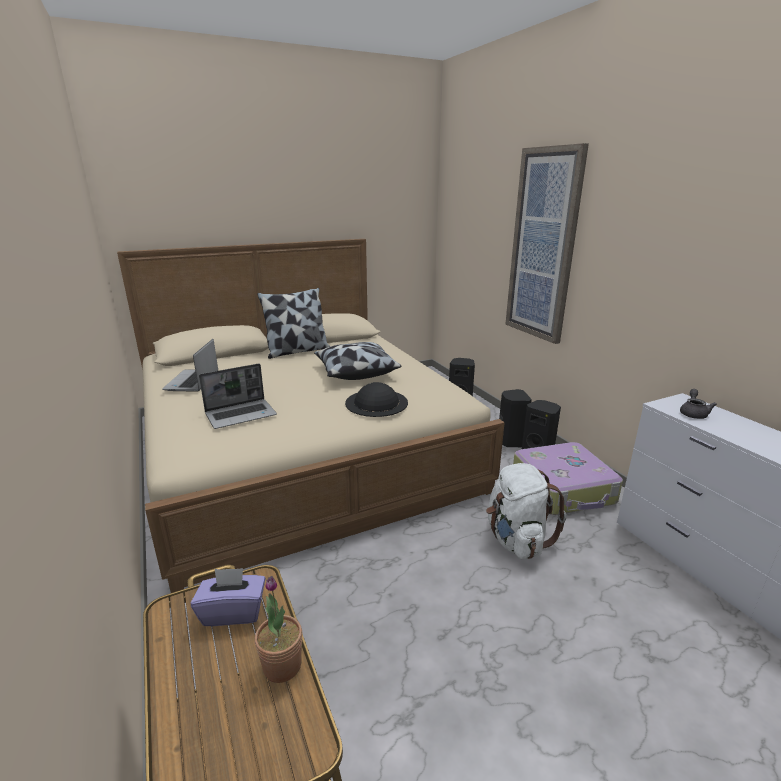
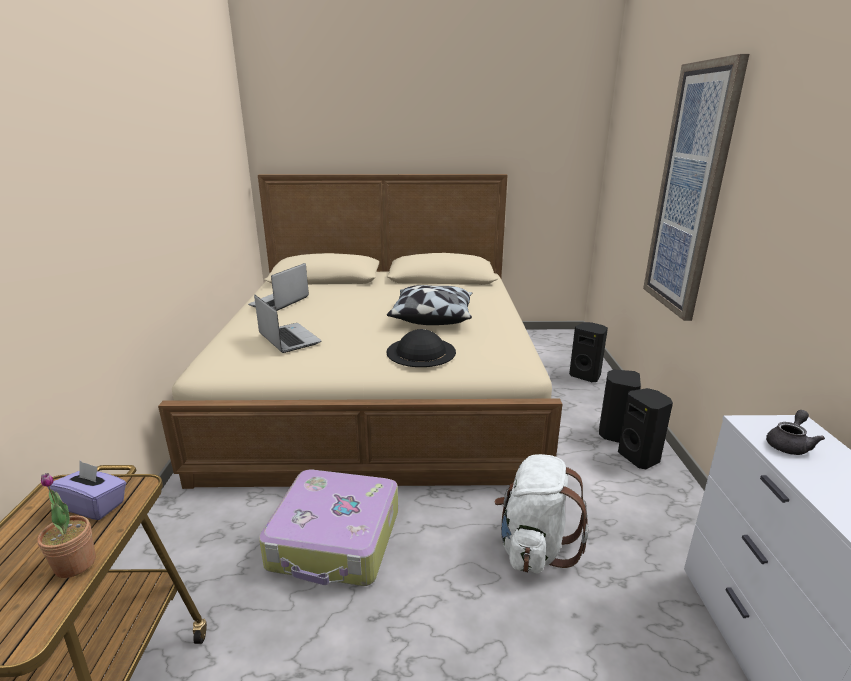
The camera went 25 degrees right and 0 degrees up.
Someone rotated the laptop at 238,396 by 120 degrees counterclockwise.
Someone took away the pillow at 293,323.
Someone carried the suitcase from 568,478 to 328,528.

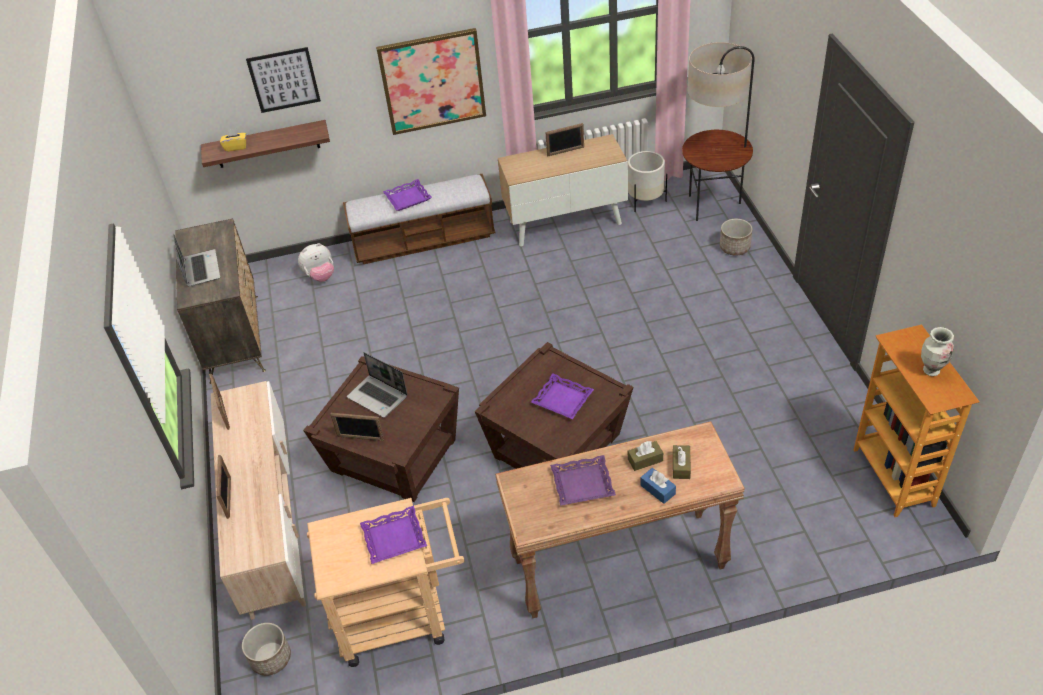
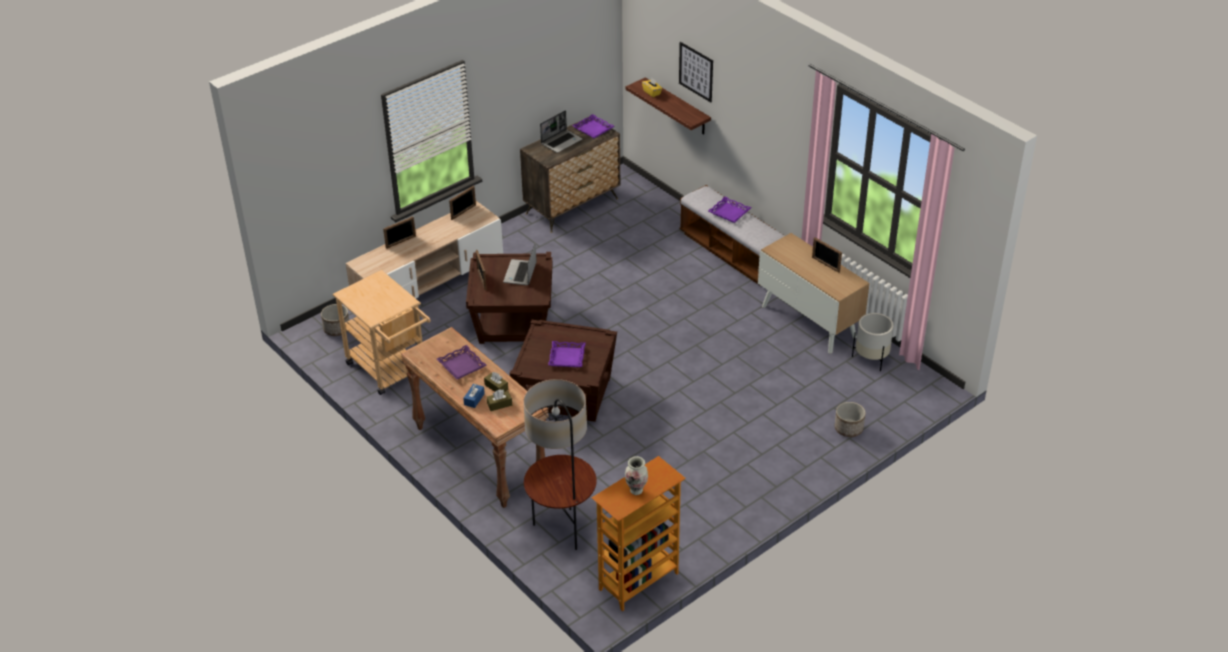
The camera went 60 degrees right and 5 degrees down.
Someone took away the plush toy at 316,262.
Someone carried the purple tray from 393,535 to 593,126.
Someone took away the picture at 431,81.
Someone carried the floor lamp from 718,131 to 560,464.

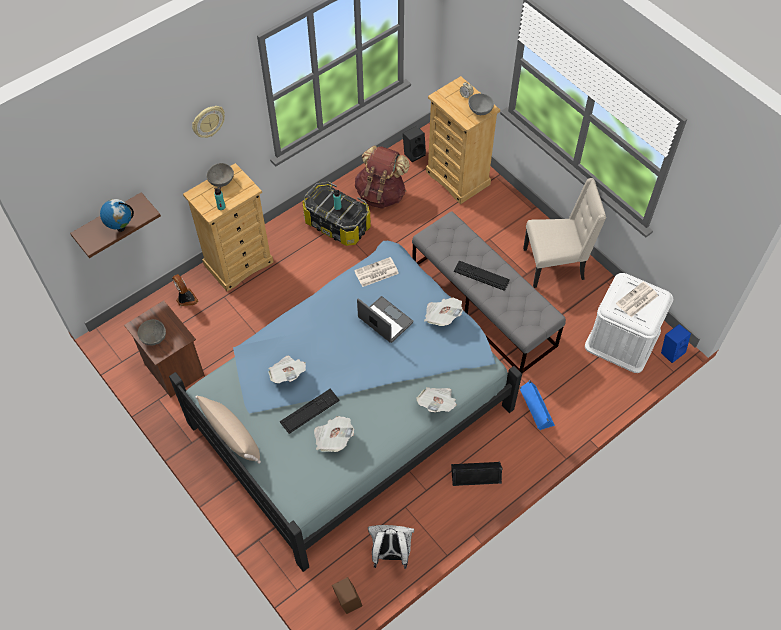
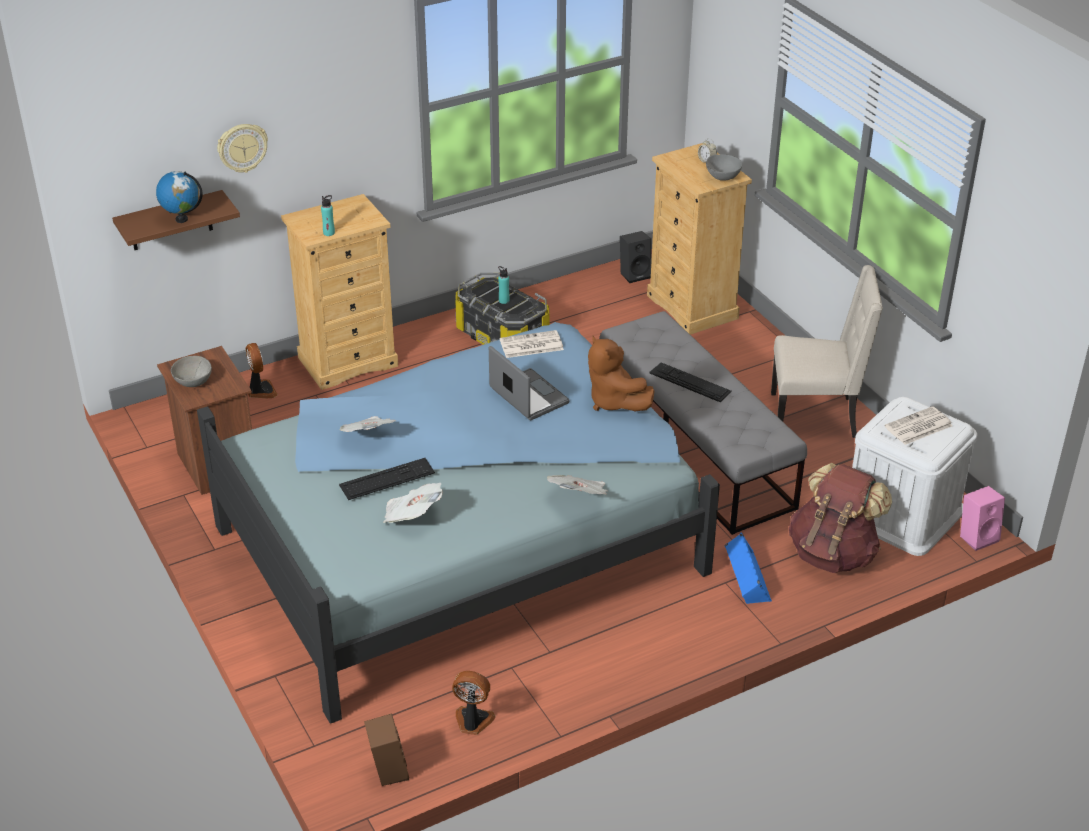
The camera went 10 degrees right and 20 degrees down.
Someone carried the wall clock from 208,122 to 242,148.
Someone took away the beige pillow at 228,430.
Someone took away the grey bowl at 220,175.
Someone carried the brown backpack from 382,177 to 840,518.
Someone swapped the white backpack at 391,547 for the fan at 473,703.
Someone swapped the newspaper at 443,311 for the brown plush toy at 621,373.
Someone took away the black speaker at 476,474.
Someone repainted the blue speaker at 676,343, which became the pink speaker at 982,518.

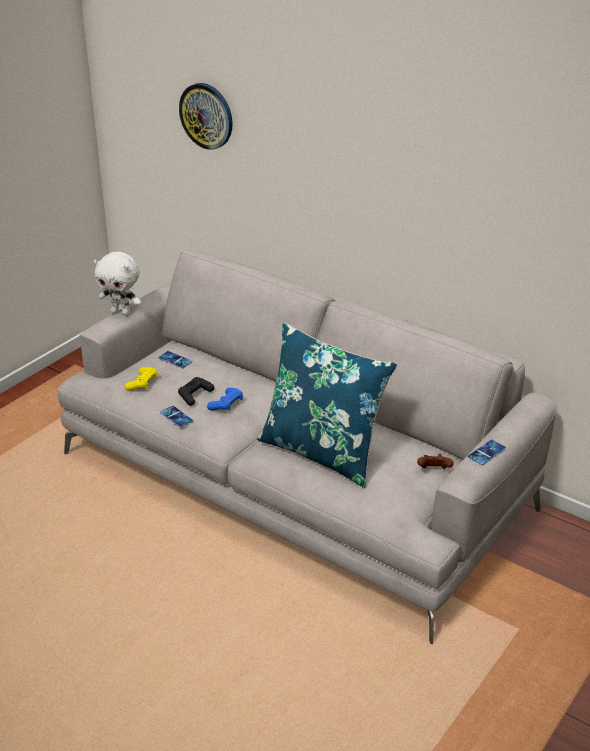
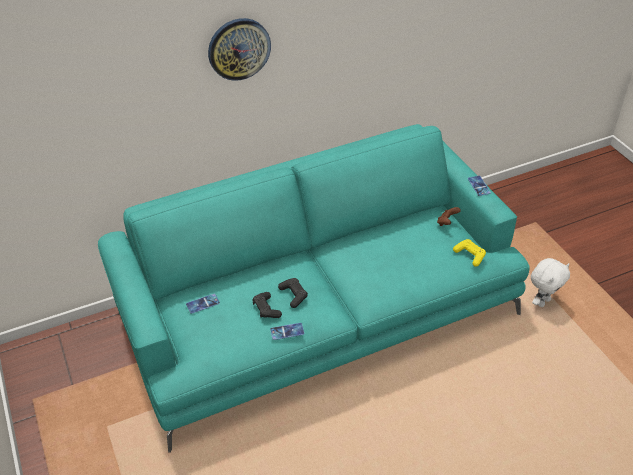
The camera went 60 degrees left and 10 degrees up.
Someone repainted the grey sofa at 307,447, which became the turquoise sofa at 314,288.
Someone carried the white plush toy from 118,284 to 550,282.
Someone carried the yellow game controller from 141,379 to 469,253.
Someone carried the wall clock from 206,116 to 239,49.
Someone repainted the blue game controller at 225,399, which became the black game controller at 293,293.
Someone took away the blue pillow at 327,405.

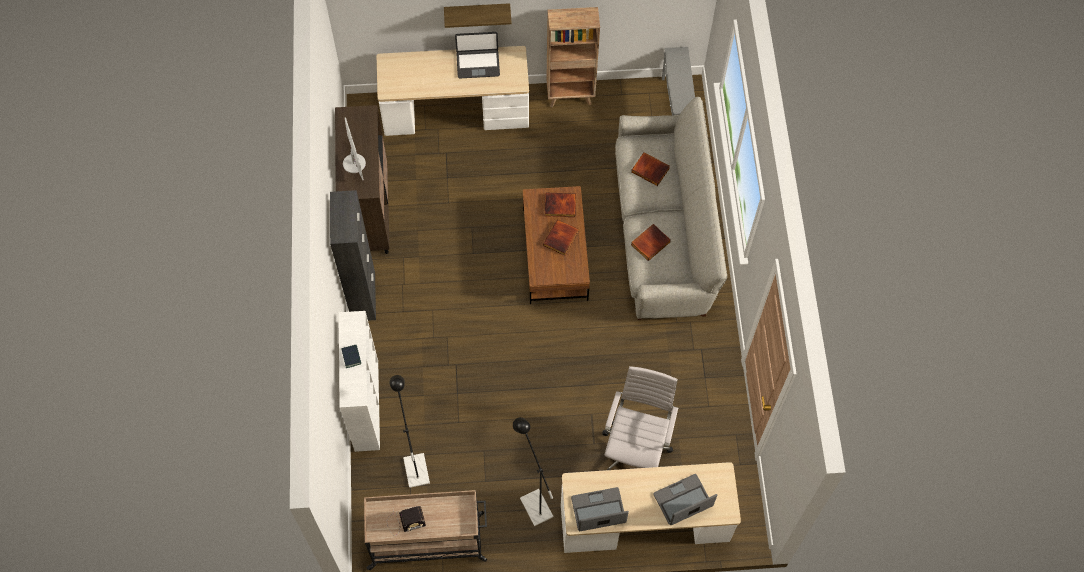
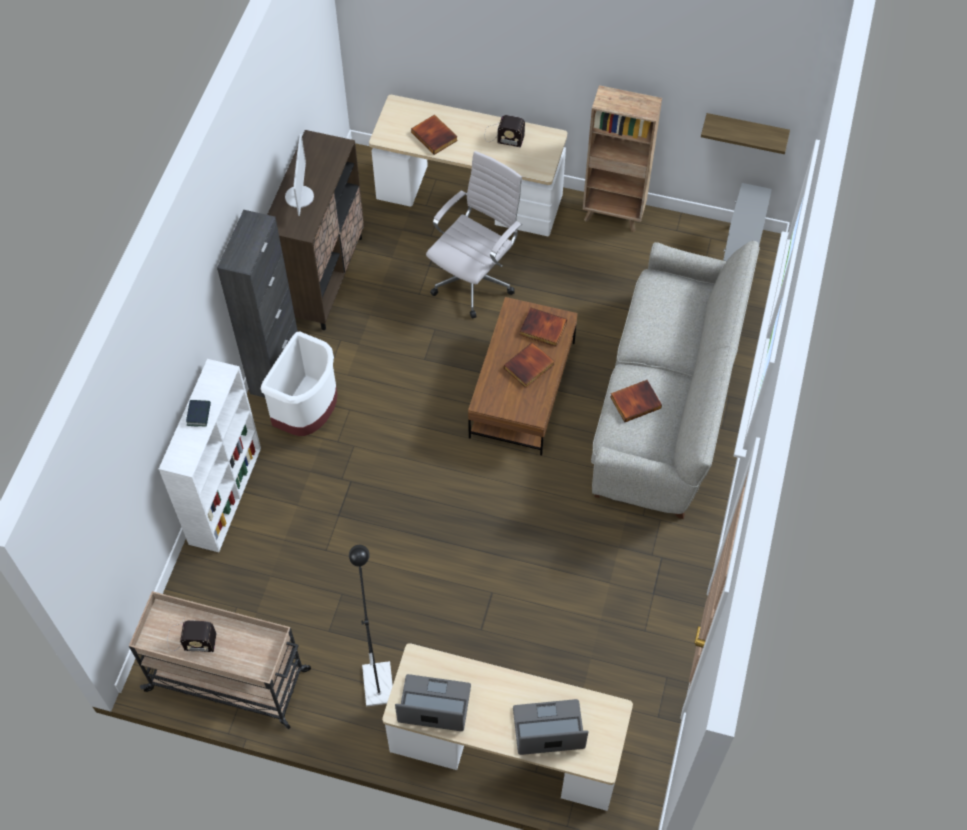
The camera went 20 degrees right and 5 degrees down.
Someone took away the black floor lamp at 410,431.
Someone carried the shelf from 478,15 to 745,133.
Someone swapped the laptop at 477,55 for the radio at 505,131.
Someone carried the white office chair from 640,418 to 474,235.
Someone carried the book from 650,169 to 434,135.
Someone put down the white trash can at 299,383.

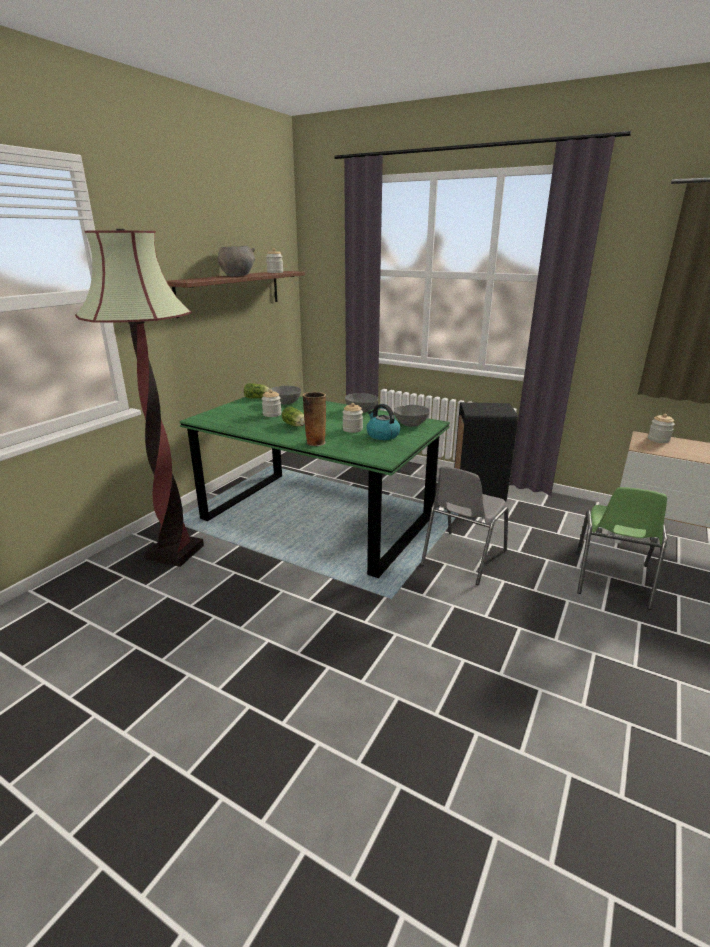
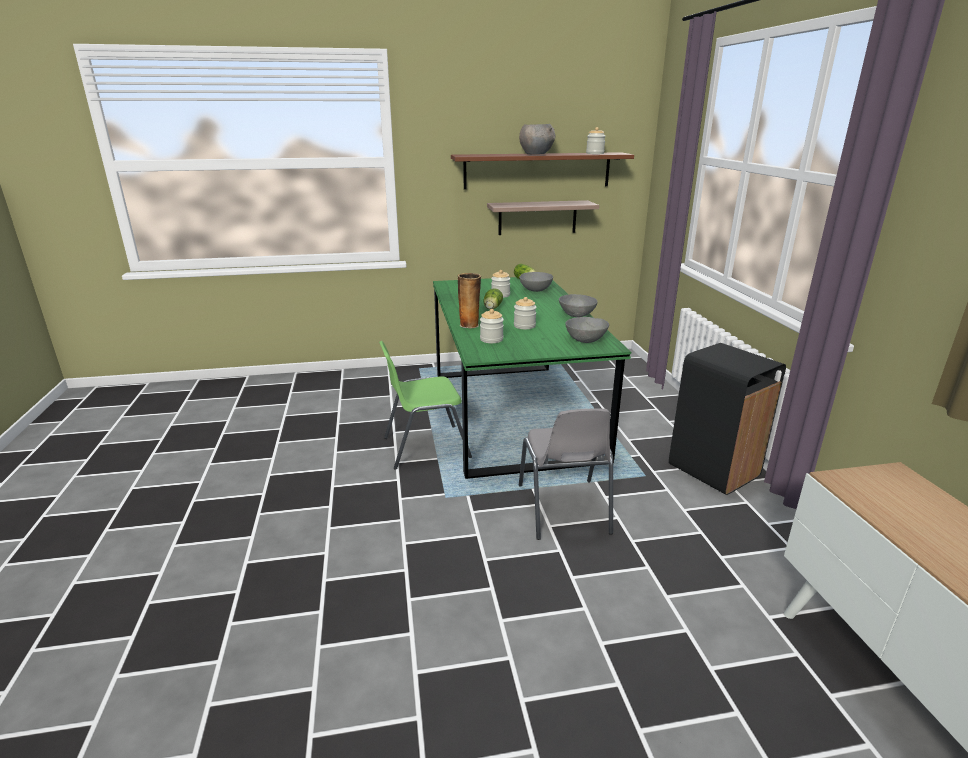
The camera went 50 degrees right and 0 degrees up.
Someone took away the floor lamp at 139,398.
Someone took away the kettle at 383,422.
Someone rotated the grey chair at 465,525 by 90 degrees counterclockwise.
Someone carried the green chair from 622,548 to 425,405.
Someone carried the jar from 661,428 to 492,326.
Someone put up the shelf at 543,217.

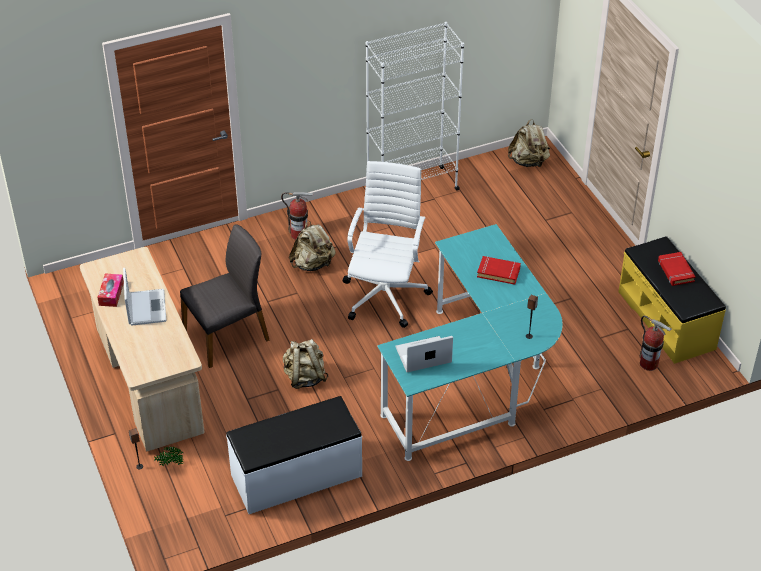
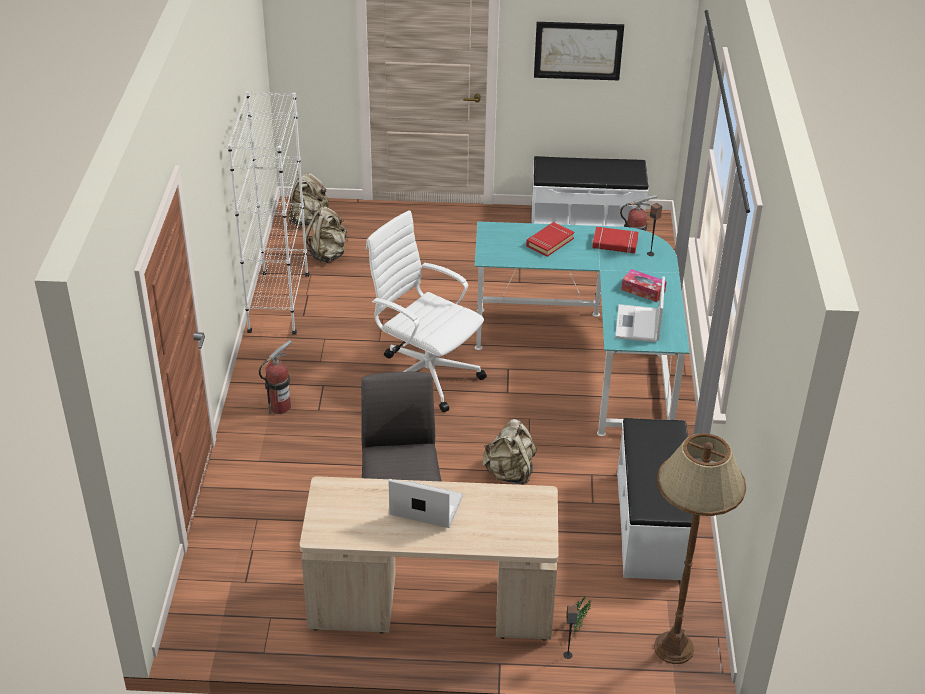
The camera went 65 degrees left and 5 degrees down.
Someone carried the tissue box from 110,290 to 644,285.
Someone carried the beige backpack from 312,246 to 326,235.
Someone repainted the yellow bench at 672,300, which became the white bench at 589,191.
Someone carried the red book from 676,269 to 615,240.
Someone put up the picture at 579,51.
Someone put down the brown floor lamp at 700,548.

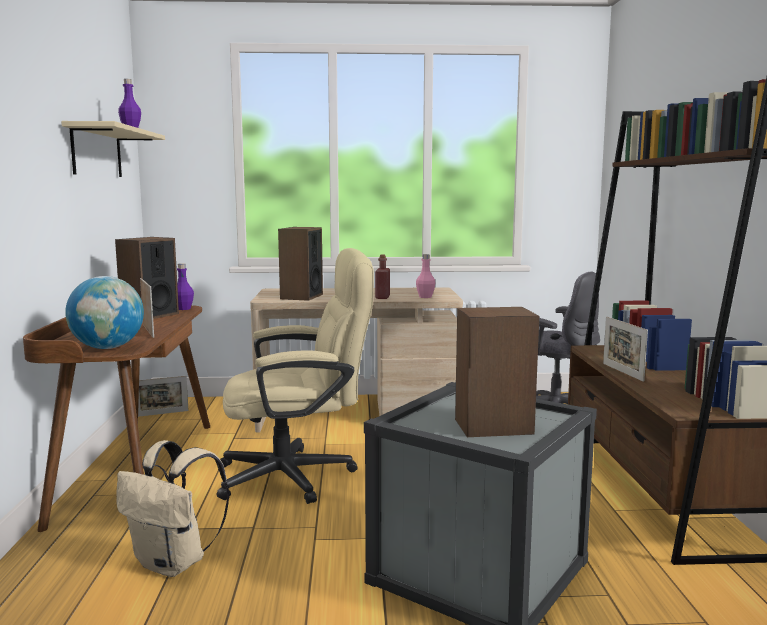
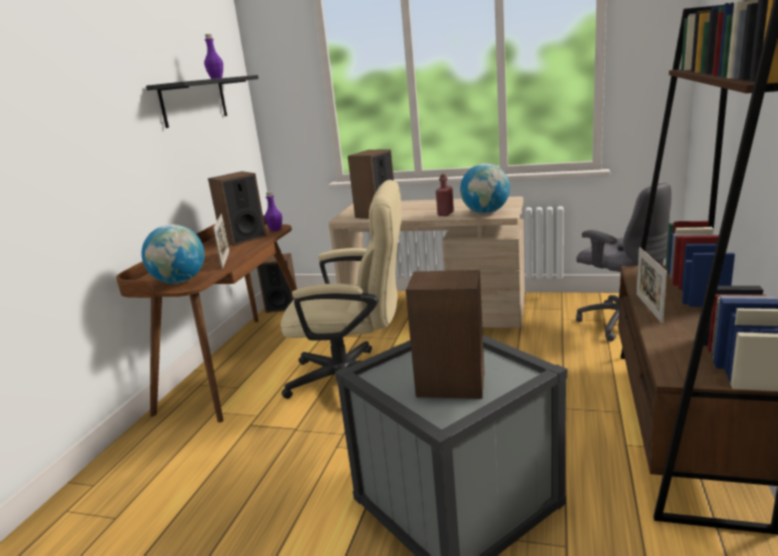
The camera went 20 degrees right and 10 degrees up.
Someone repainted the beige shelf at 113,149, which became the black shelf at 202,101.
Someone took away the beige backpack at 172,508.
Someone swapped the picture frame at 163,396 for the speaker at 276,283.
Someone swapped the pink bottle at 425,276 for the globe at 485,188.

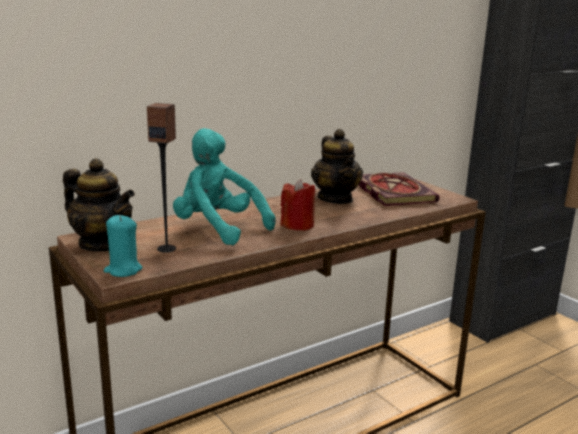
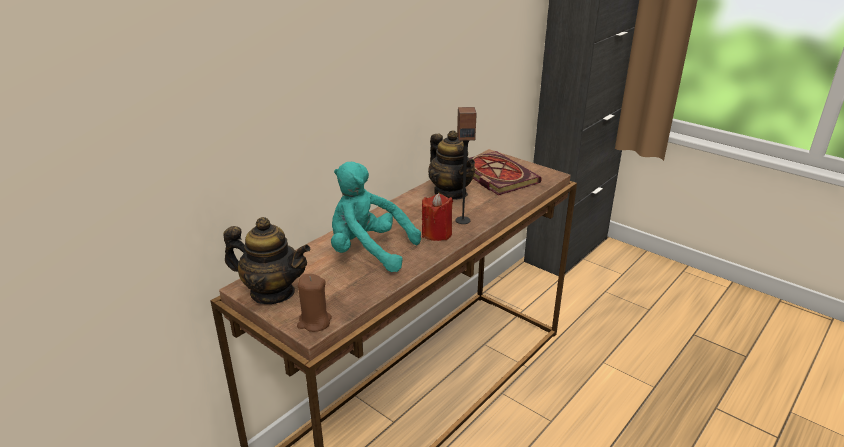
The camera went 15 degrees left and 10 degrees up.
Someone repainted the turquoise candle at 123,246, which became the brown candle at 314,303.
Someone carried the speaker from 161,178 to 466,165.

